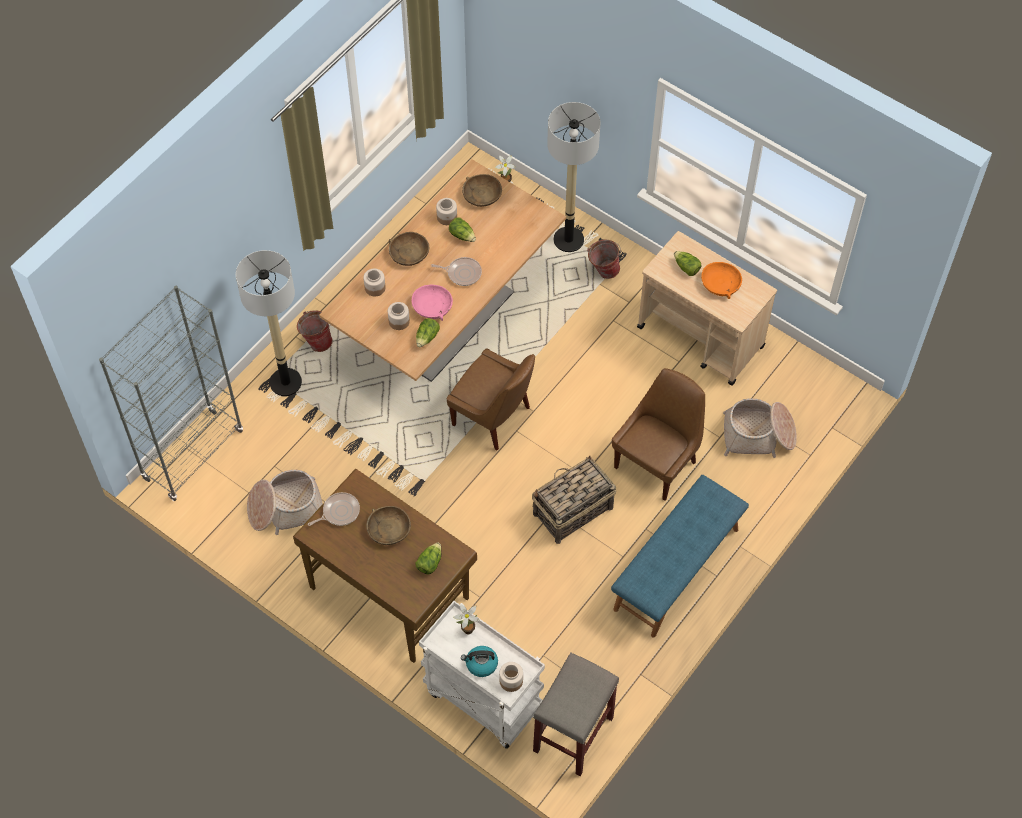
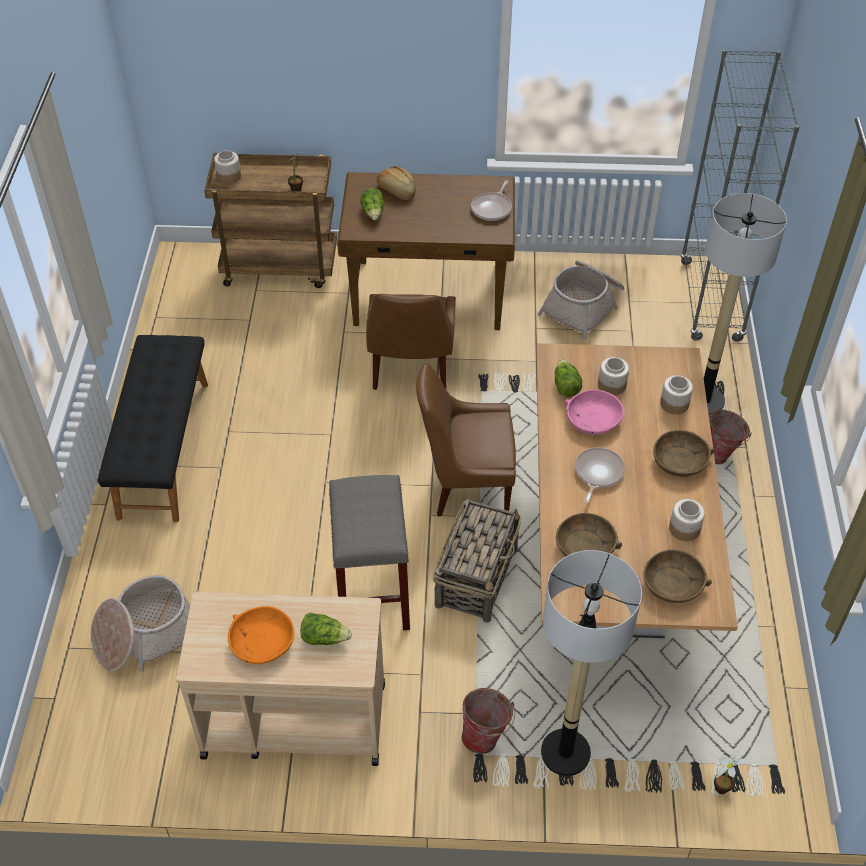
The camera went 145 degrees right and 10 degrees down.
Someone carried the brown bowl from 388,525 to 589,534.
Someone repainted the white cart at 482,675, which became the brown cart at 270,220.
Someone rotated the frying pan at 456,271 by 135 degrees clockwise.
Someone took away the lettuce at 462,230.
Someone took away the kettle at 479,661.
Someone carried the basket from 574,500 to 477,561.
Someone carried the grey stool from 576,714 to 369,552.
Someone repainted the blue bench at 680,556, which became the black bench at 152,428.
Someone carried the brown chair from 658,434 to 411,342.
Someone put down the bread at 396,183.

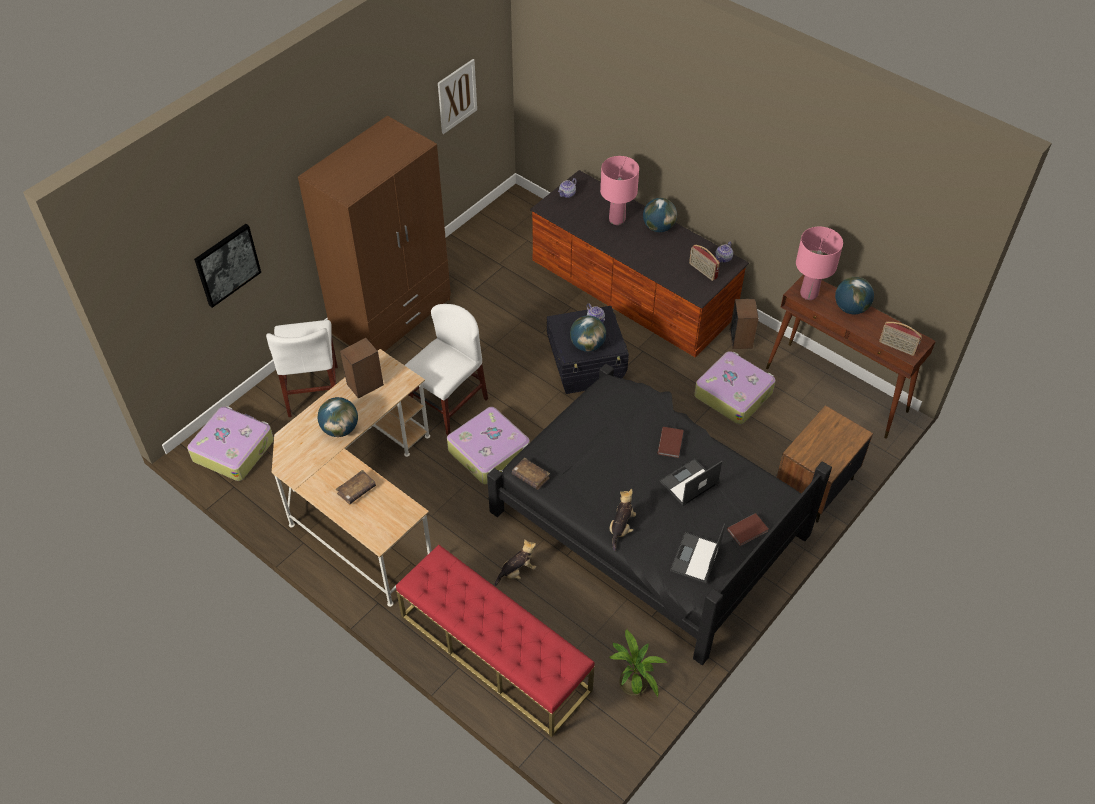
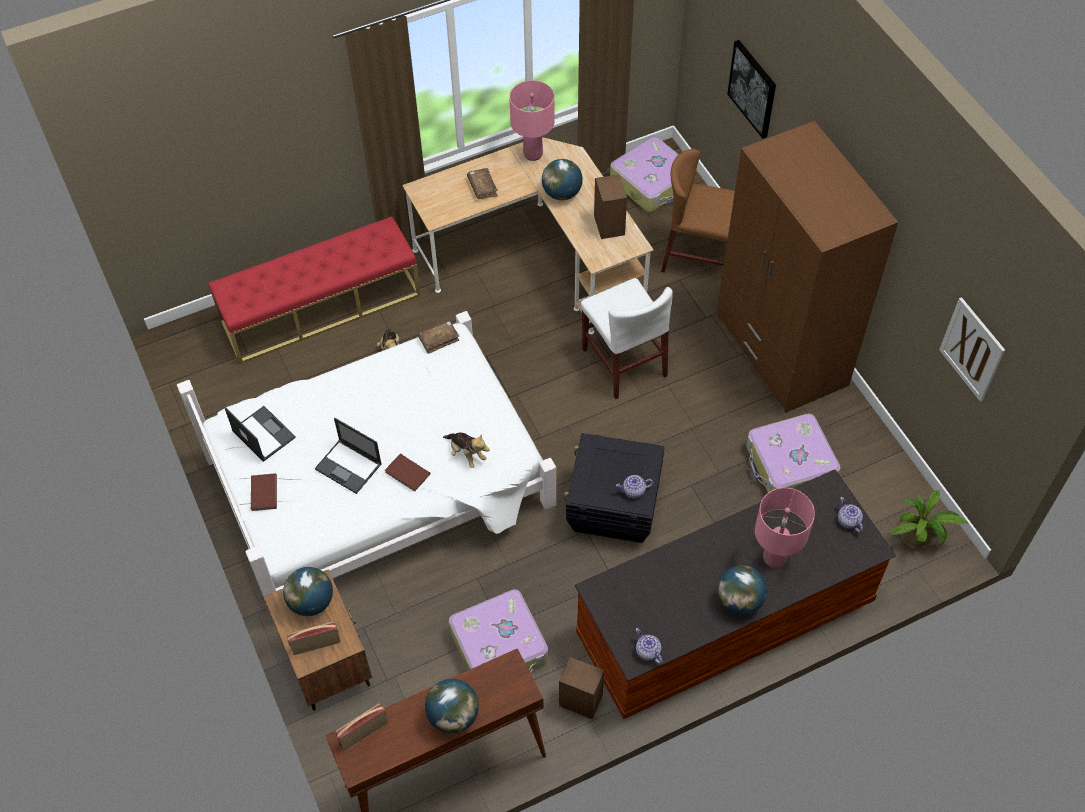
The camera went 115 degrees right and 5 degrees up.
Someone repainted the white chair at 302,368, which became the brown chair at 698,210.
Someone carried the suitcase from 488,445 to 793,453.
Someone repainted the black bed at 659,514, which became the white bed at 366,468.
Someone carried the globe from 588,333 to 308,591.
Someone carried the potted plant from 638,663 to 927,520.
Someone carried the plush toy from 623,520 to 466,450.
Someone rotated the laptop at 691,482 by 135 degrees clockwise.
Someone carried the radio from 704,263 to 313,638.
Someone carried the pink table lamp from 819,263 to 531,120.

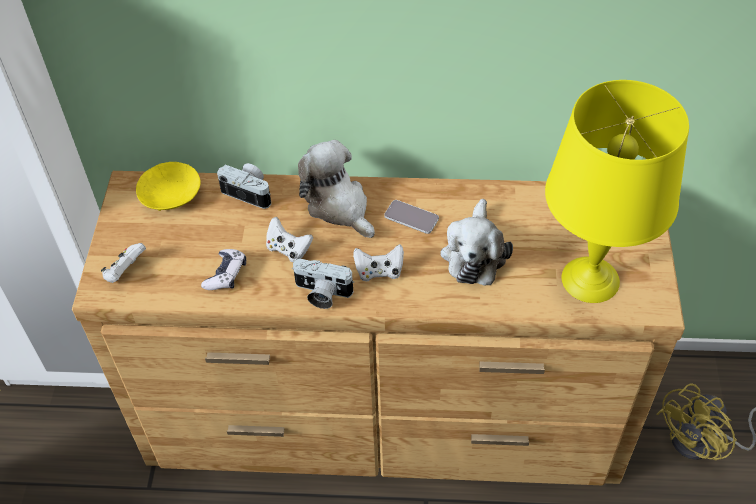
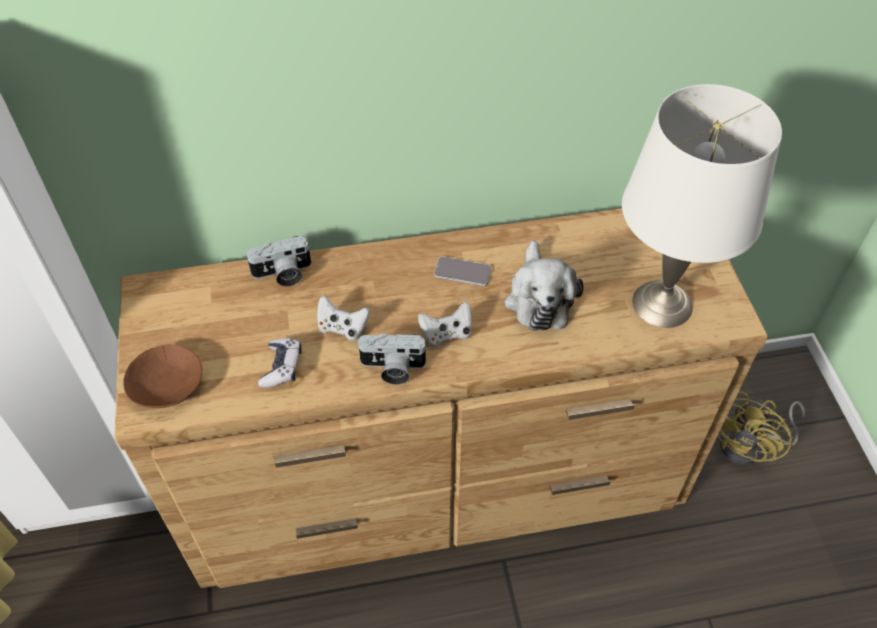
The camera went 15 degrees left and 0 degrees up.
Someone swapped the white game controller at 123,263 for the brown bowl at 162,376.
Someone took away the yellow bowl at 168,186.
Someone rotated the photo camera at 244,186 by 150 degrees clockwise.
Someone took away the plush toy at 336,189.
Someone repainted the yellow table lamp at 617,191, which became the white table lamp at 702,206.

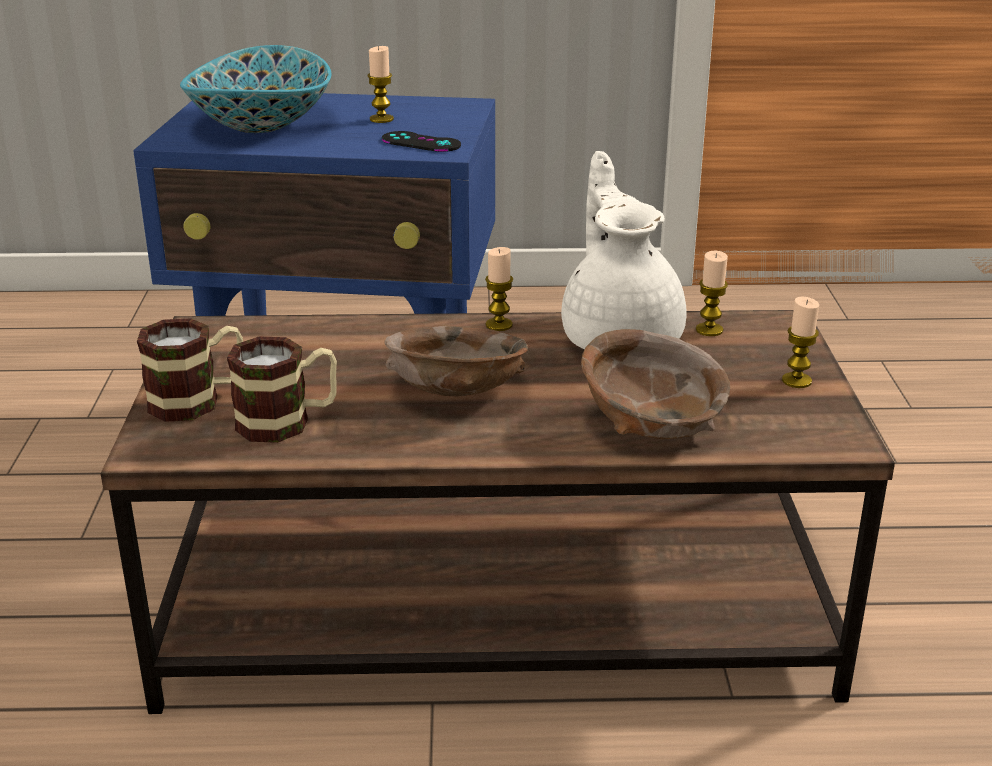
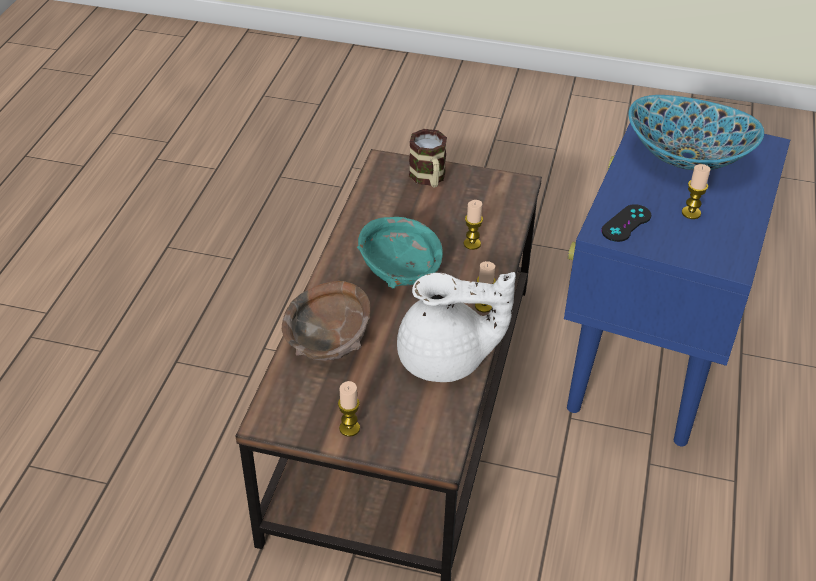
The camera went 105 degrees right and 15 degrees up.
Someone took away the mug at 282,389.
Someone repainted the brown bowl at 456,361, which became the turquoise bowl at 400,253.
Someone carried the candle from 712,293 to 473,225.

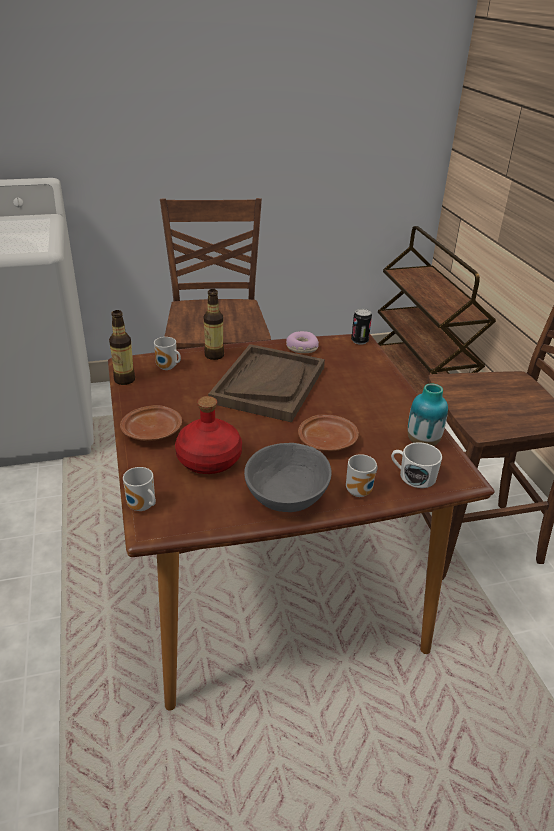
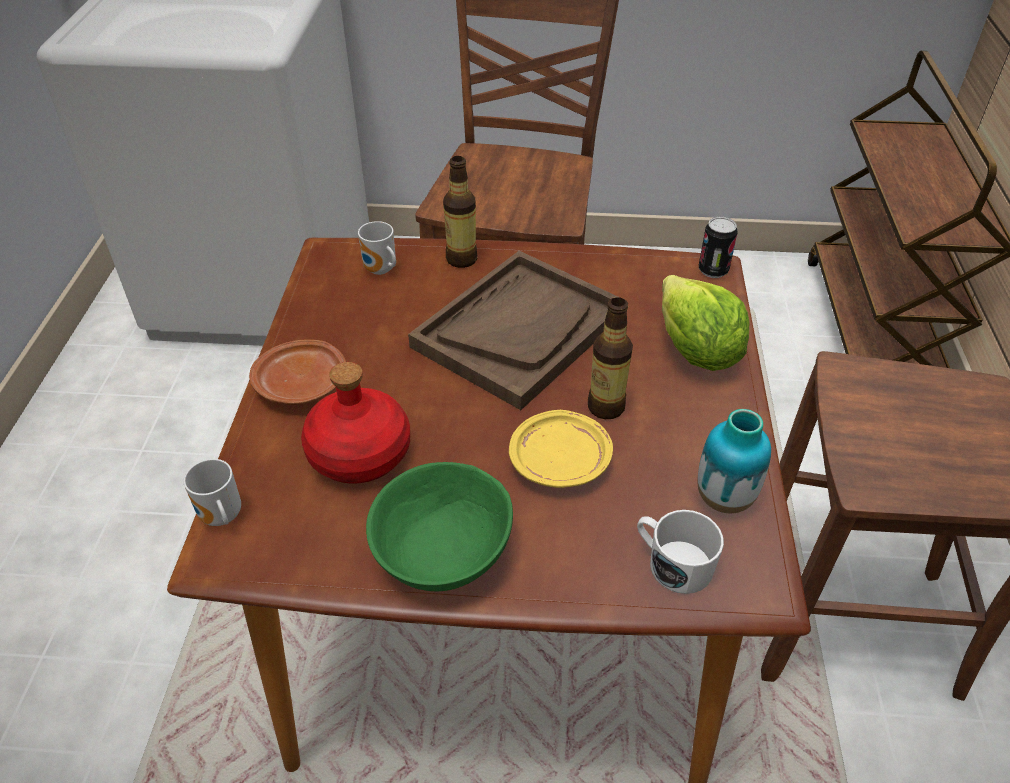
The camera went 20 degrees right and 10 degrees up.
Someone carried the bottle from 122,347 to 610,358.
Someone repainted the grey bowl at 288,477, which became the green bowl at 439,526.
Someone took away the donut at 302,342.
Someone repainted the brown plate at 328,432, which became the yellow plate at 561,449.
Someone took away the mug at 361,475.
Someone put down the lettuce at 705,323.

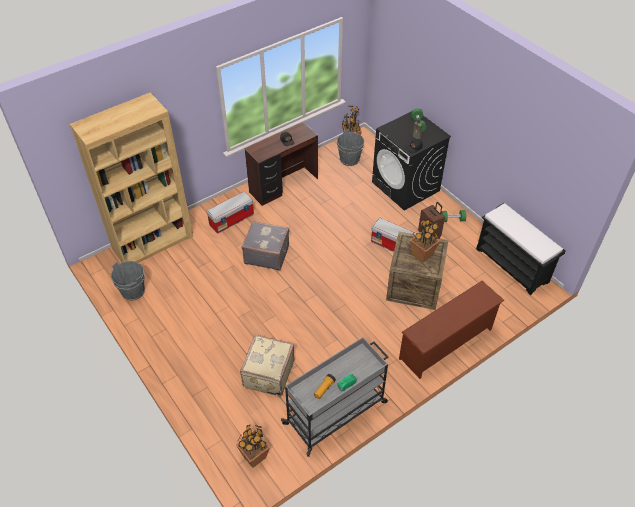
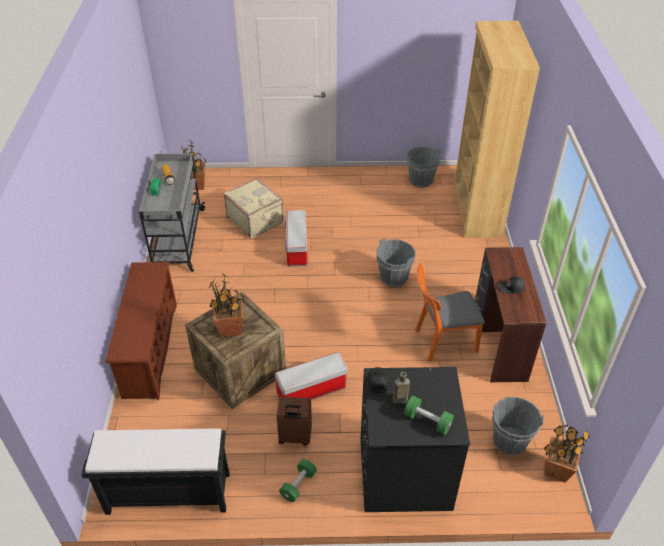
The camera went 125 degrees right and 5 degrees down.
Someone carried the storage box from 230,212 to 296,238.
Someone swapped the grey suitcase at 266,245 for the grey bucket at 396,262.
Someone put down the orange chair at 450,312.

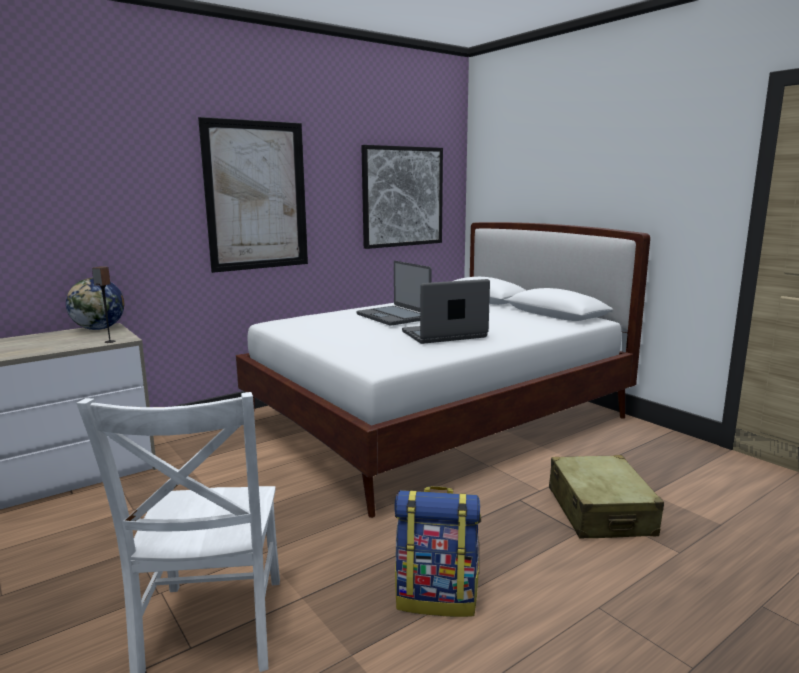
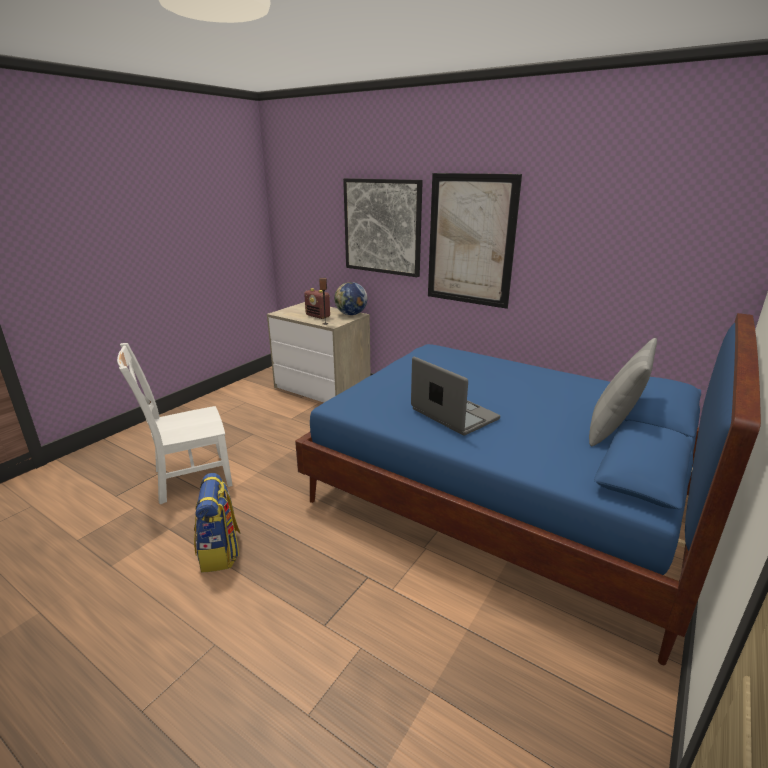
The camera went 70 degrees right and 10 degrees up.
Someone repainted the white bed at 443,370, which became the blue bed at 528,489.
Someone took away the laptop at 394,293.
Someone carried the picture from 402,197 to 383,227.
Someone took away the beige suitcase at 606,497.
Someone put down the radio at 317,303.
Someone put down the grey pillow at 623,392.

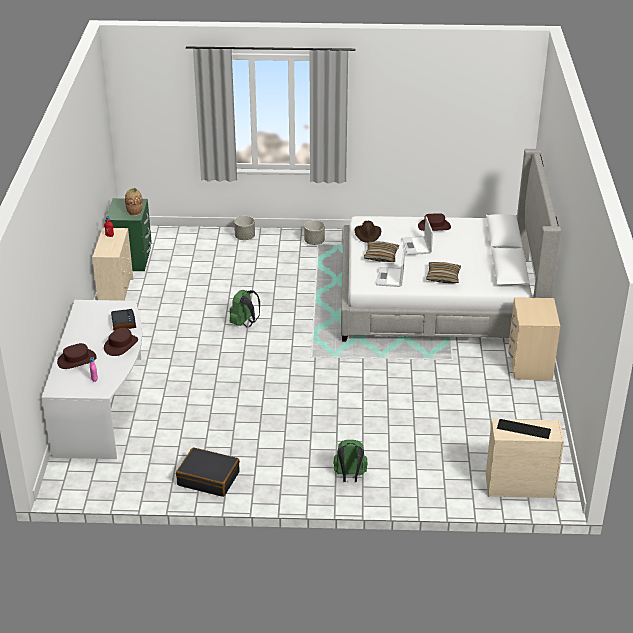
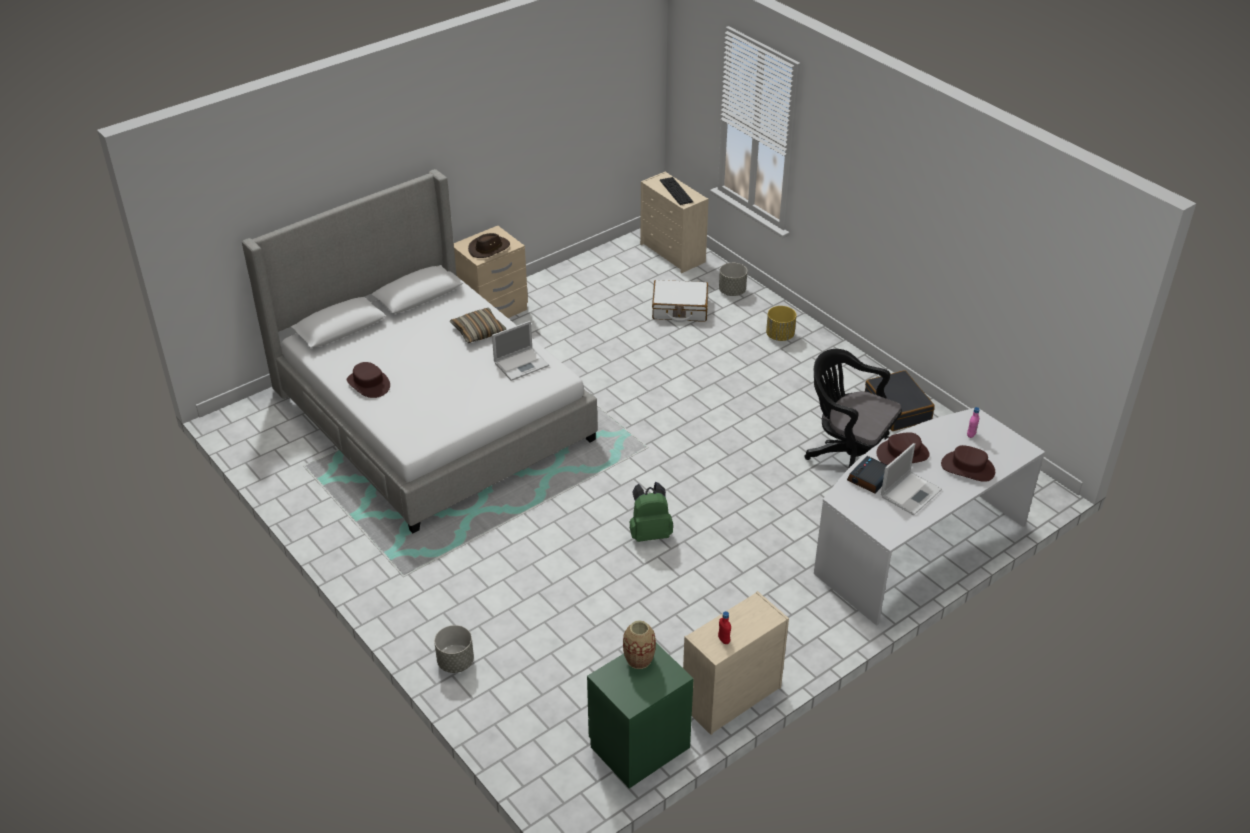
The camera went 130 degrees left and 5 degrees up.
Someone carried the grey planter from 314,232 to 733,279.
Someone swapped the green backpack at 350,461 for the yellow planter at 781,323.
Someone carried the brown hat from 367,232 to 489,245.
Someone took away the pillow at 381,251.
Someone carried the laptop from 417,235 to 911,479.
Someone put down the white suitcase at 680,301.
Someone put down the black office chair at 853,409.

